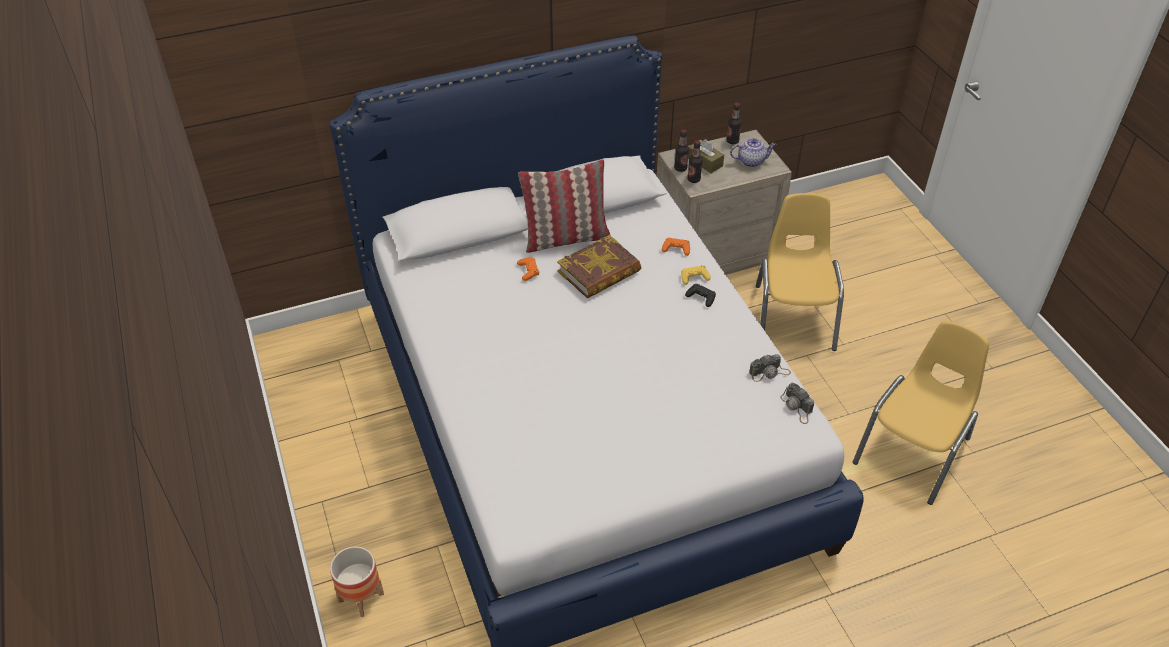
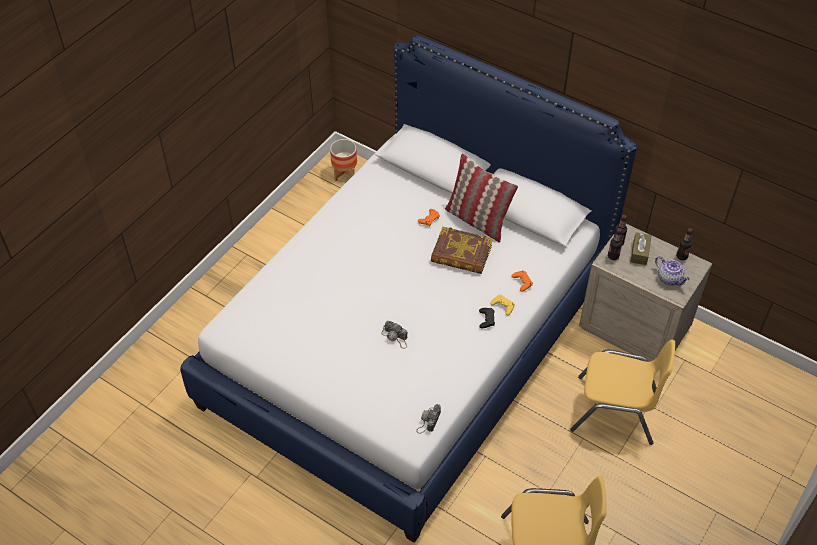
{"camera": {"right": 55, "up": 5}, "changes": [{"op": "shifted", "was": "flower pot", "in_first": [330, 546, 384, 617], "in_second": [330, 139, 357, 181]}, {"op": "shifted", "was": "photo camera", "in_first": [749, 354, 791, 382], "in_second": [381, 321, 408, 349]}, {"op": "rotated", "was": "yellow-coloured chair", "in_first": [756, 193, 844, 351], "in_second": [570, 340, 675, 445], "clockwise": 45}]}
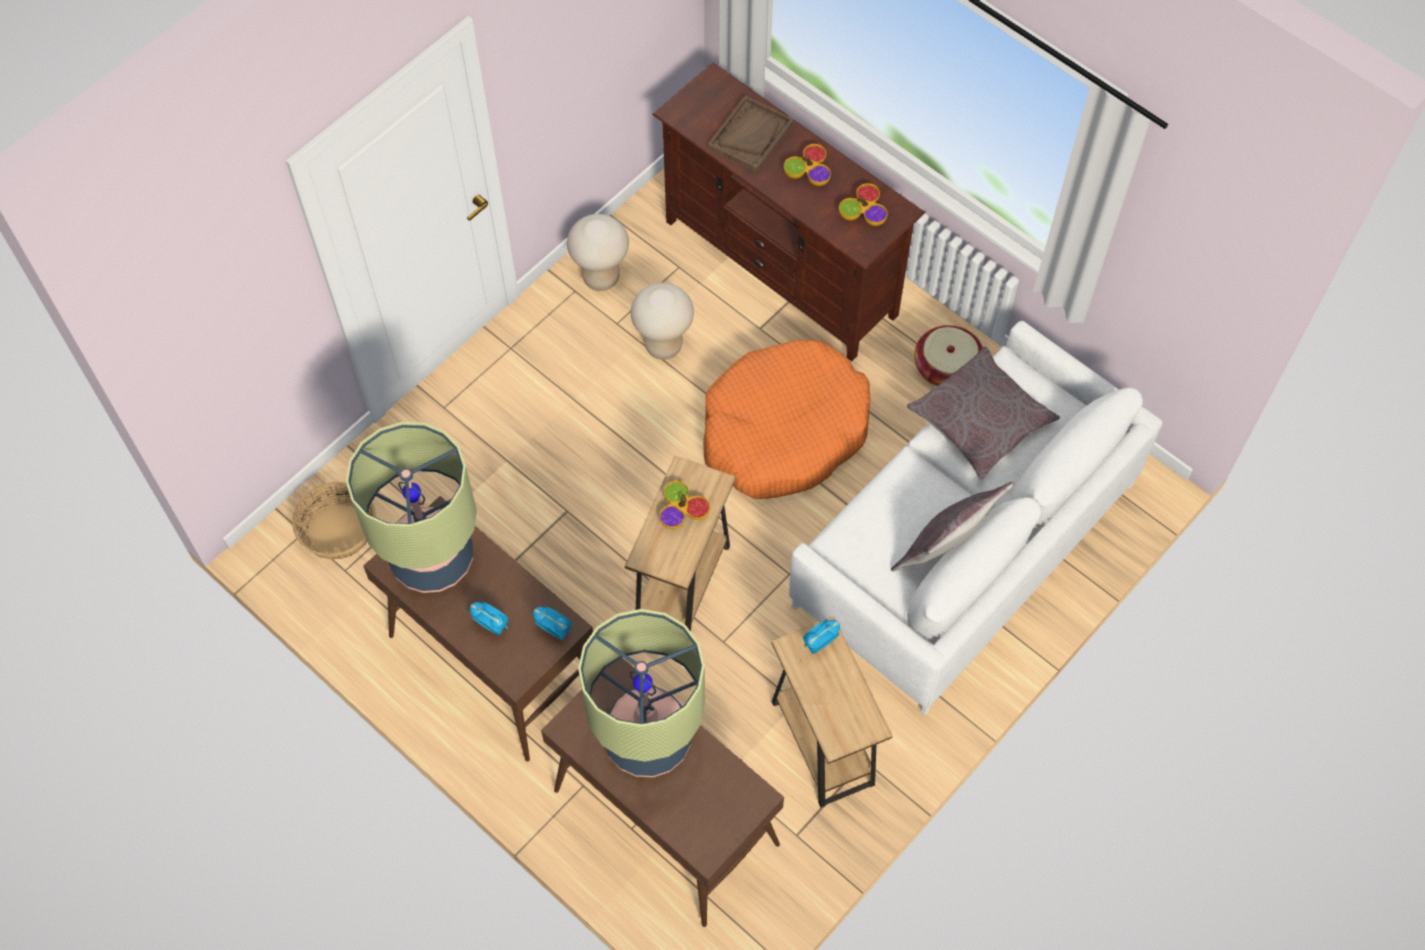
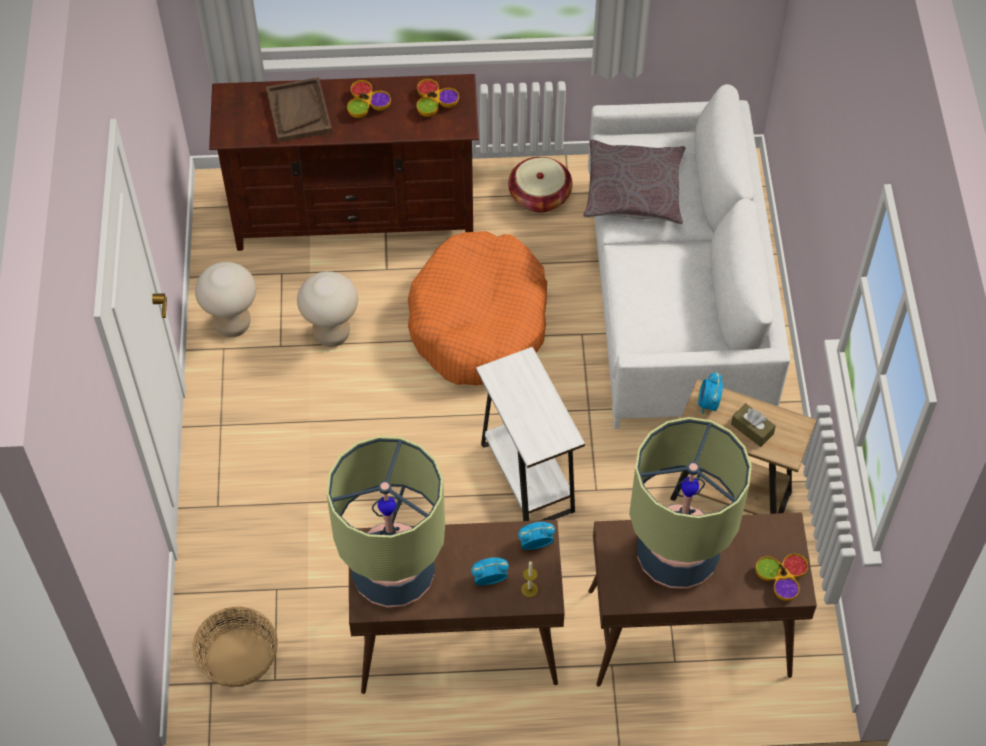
{"camera": {"right": -45, "up": -5}, "changes": [{"op": "gone", "was": "gray throw pillow", "in_first": [891, 482, 1014, 572]}, {"op": "new", "now": "wax light", "in_second": [521, 561, 538, 597]}, {"op": "new", "now": "brown-coloured tissue box", "in_second": [731, 403, 776, 447]}, {"op": "shifted", "was": "deep dish", "in_first": [660, 481, 710, 529], "in_second": [756, 554, 808, 601]}, {"op": "repainted", "was": "brown-coloured side table", "now": "white side table", "in_first": [625, 456, 736, 632], "in_second": [476, 347, 585, 521]}]}
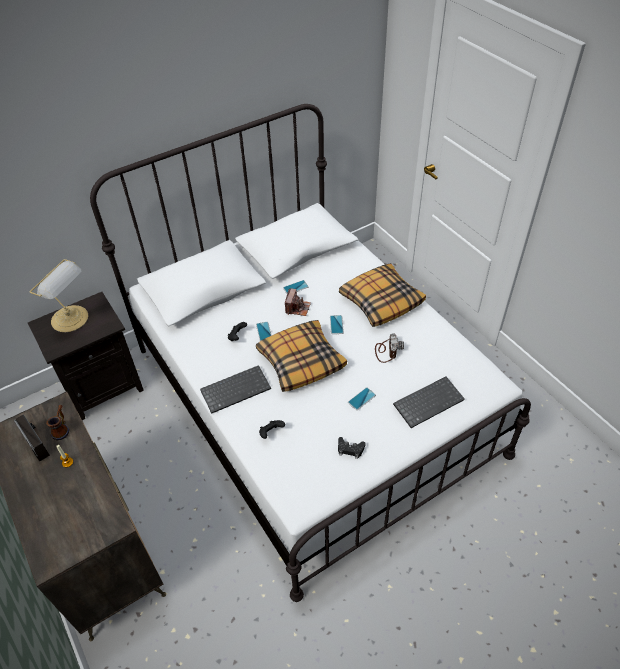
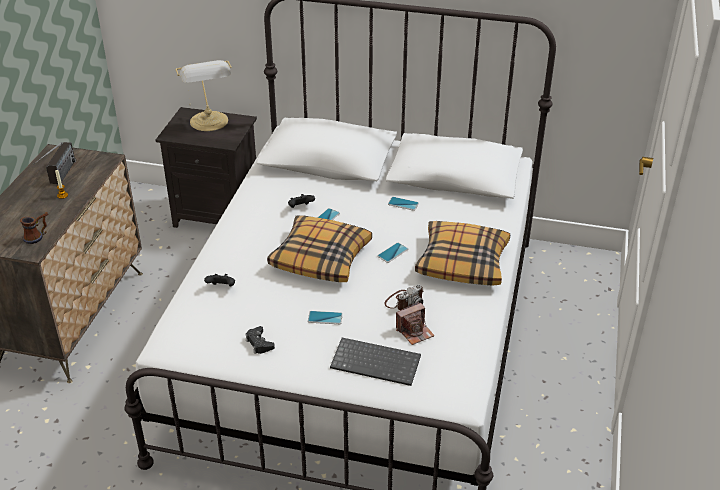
{"camera": {"right": 45, "up": -10}, "changes": [{"op": "gone", "was": "PC keyboard", "in_first": [200, 365, 271, 414]}, {"op": "shifted", "was": "tea mug", "in_first": [46, 405, 69, 440], "in_second": [20, 212, 48, 244]}, {"op": "shifted", "was": "photo camera", "in_first": [285, 288, 311, 316], "in_second": [396, 302, 435, 345]}]}
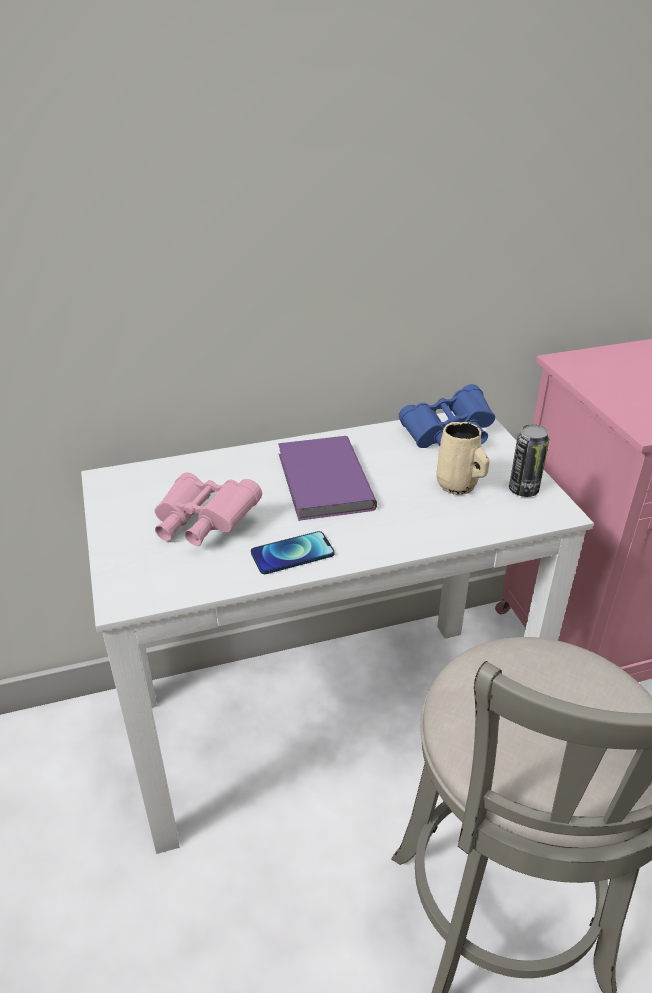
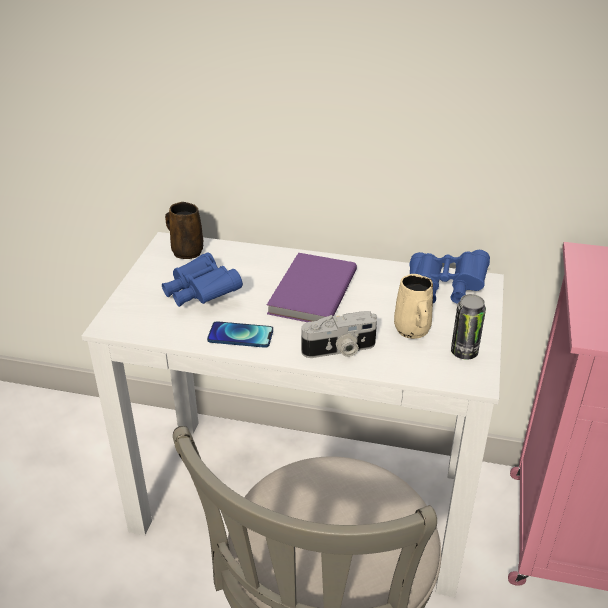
{"camera": {"right": 30, "up": 0}, "changes": [{"op": "new", "now": "brown-coloured tea mug", "in_second": [165, 202, 203, 259]}, {"op": "new", "now": "photo camera", "in_second": [301, 311, 377, 358]}, {"op": "repainted", "was": "pink binoculars", "now": "blue-coloured binoculars", "in_first": [155, 473, 262, 546], "in_second": [162, 252, 243, 307]}]}
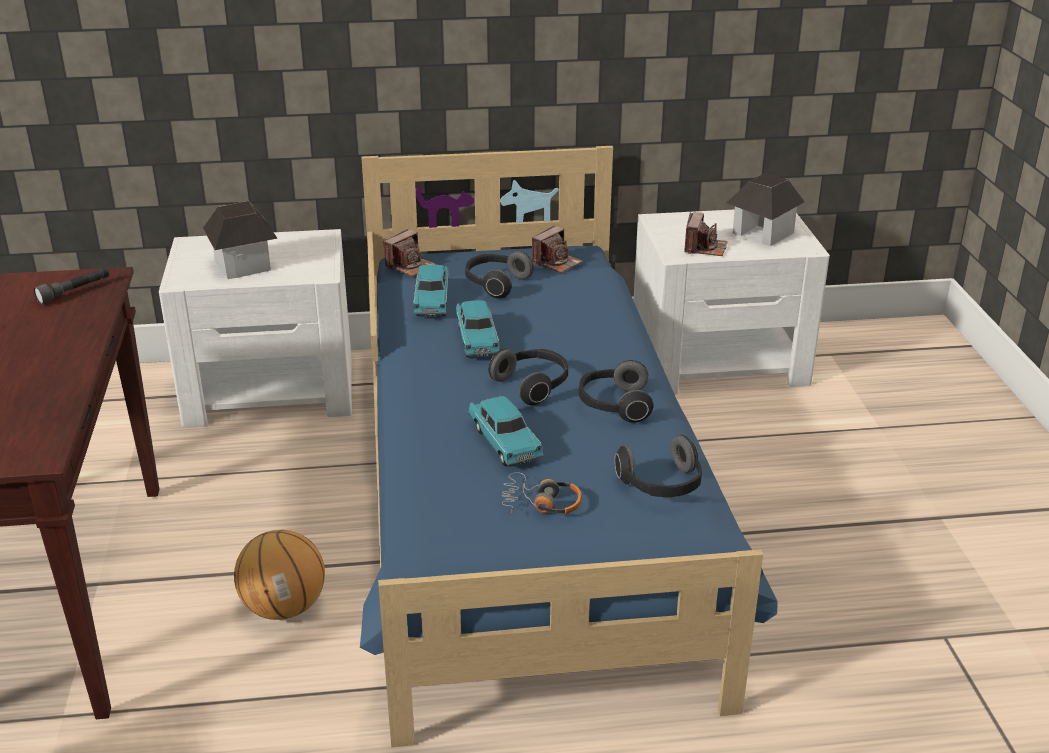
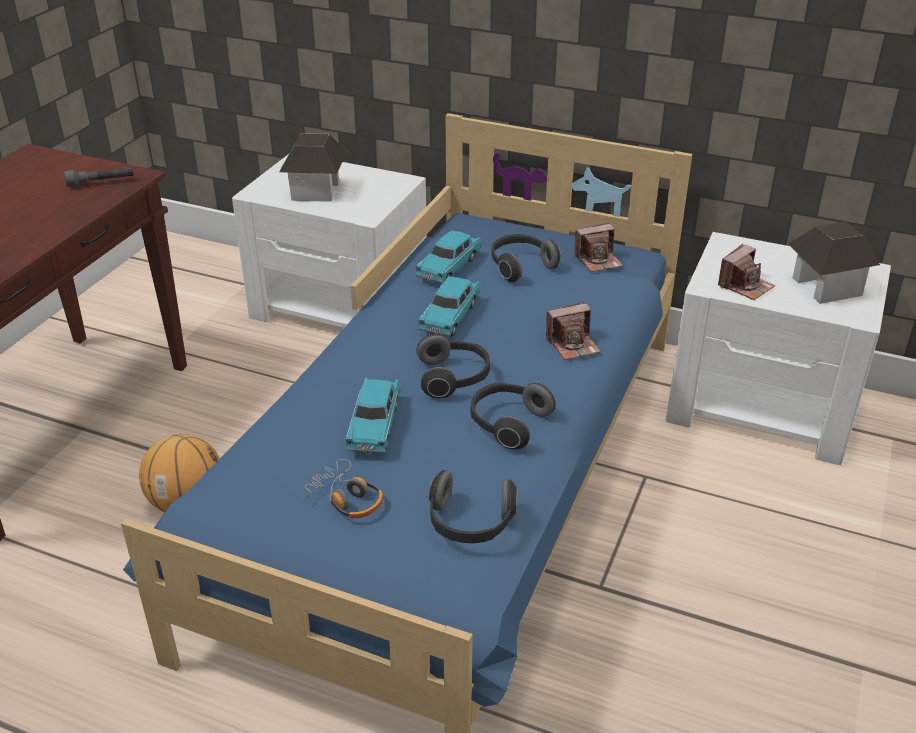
{"camera": {"right": 30, "up": 5}, "changes": [{"op": "shifted", "was": "photo camera", "in_first": [383, 229, 436, 277], "in_second": [546, 302, 601, 360]}]}
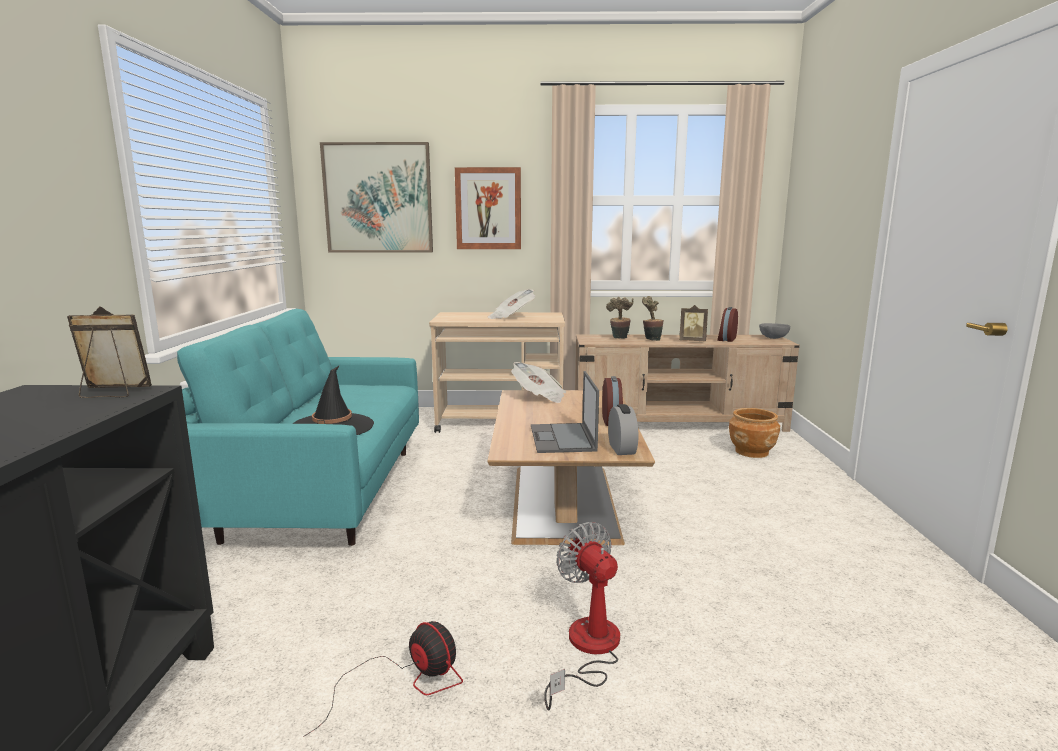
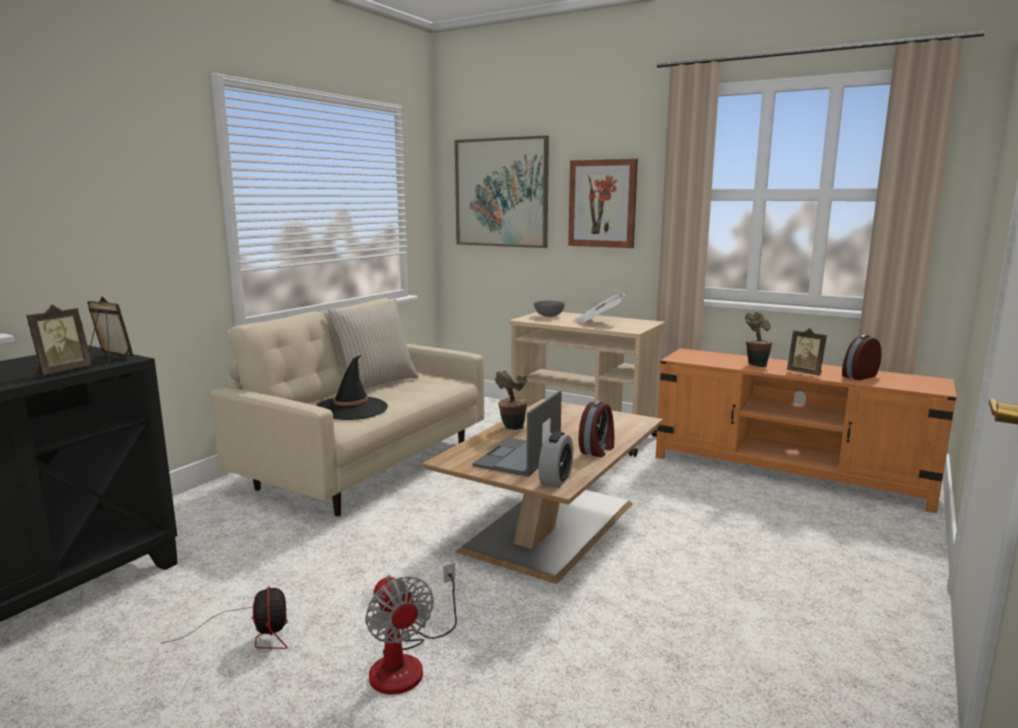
{"camera": {"right": 30, "up": 0}, "changes": [{"op": "gone", "was": "newspaper", "in_first": [511, 362, 566, 403]}, {"op": "gone", "was": "brown-coloured flower pot", "in_first": [729, 408, 780, 458]}, {"op": "new", "now": "standing frame", "in_second": [26, 305, 92, 375]}, {"op": "new", "now": "sand-coloured throw pillow", "in_second": [328, 299, 419, 390]}, {"op": "shifted", "was": "potted plant", "in_first": [606, 296, 633, 339], "in_second": [495, 370, 527, 430]}, {"op": "shifted", "was": "gray deep dish", "in_first": [759, 323, 790, 339], "in_second": [534, 301, 565, 317]}, {"op": "repainted", "was": "turquoise settee", "now": "sand-coloured settee", "in_first": [177, 309, 419, 546], "in_second": [211, 298, 484, 516]}, {"op": "repainted", "was": "sand-coloured media console", "now": "orange media console", "in_first": [575, 334, 800, 432], "in_second": [656, 348, 957, 513]}, {"op": "rotated", "was": "fan", "in_first": [544, 522, 620, 711], "in_second": [365, 563, 457, 695], "clockwise": 150}]}
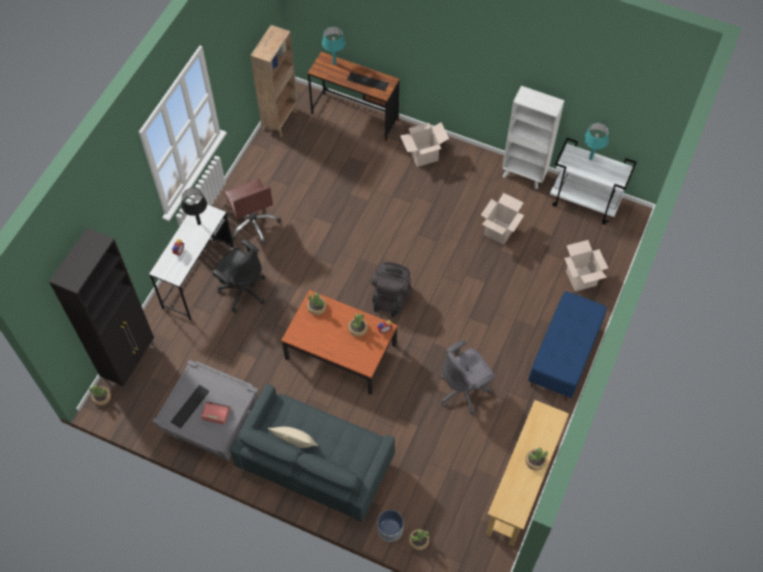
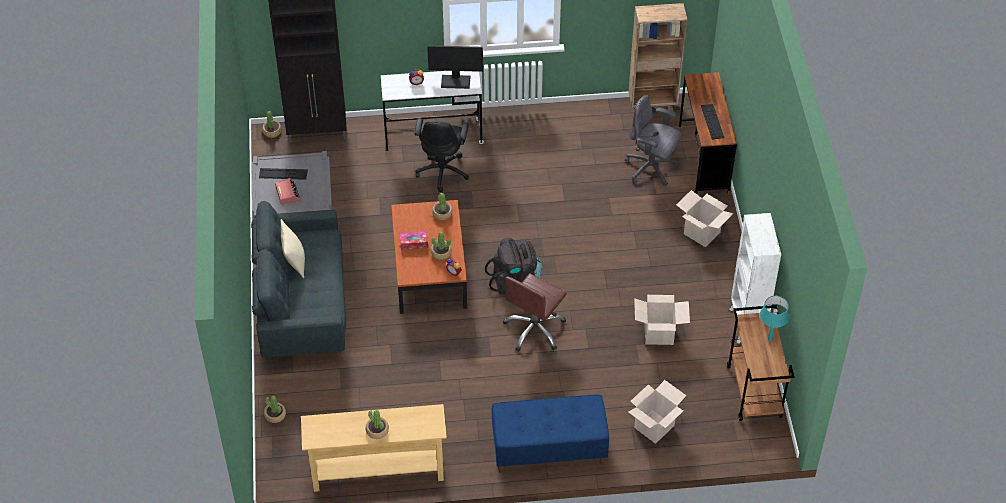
{"camera": {"right": 60, "up": -10}, "changes": [{"op": "gone", "was": "turquoise lamp for a table", "in_first": [322, 26, 345, 65]}, {"op": "gone", "was": "flower pot", "in_first": [377, 510, 404, 542]}, {"op": "new", "now": "tissue box", "in_second": [400, 231, 428, 250]}, {"op": "shifted", "was": "brown-coloured desk chair", "in_first": [224, 179, 281, 245], "in_second": [503, 273, 567, 351]}, {"op": "shifted", "was": "gray desk chair", "in_first": [440, 340, 495, 415], "in_second": [625, 95, 681, 186]}, {"op": "swapped", "was": "black lamp for a table", "now": "computer display", "in_first": [182, 188, 207, 225], "in_second": [427, 45, 483, 89]}, {"op": "repainted", "was": "white cart", "now": "brown-coloured cart", "in_first": [550, 138, 637, 225], "in_second": [727, 305, 794, 421]}]}
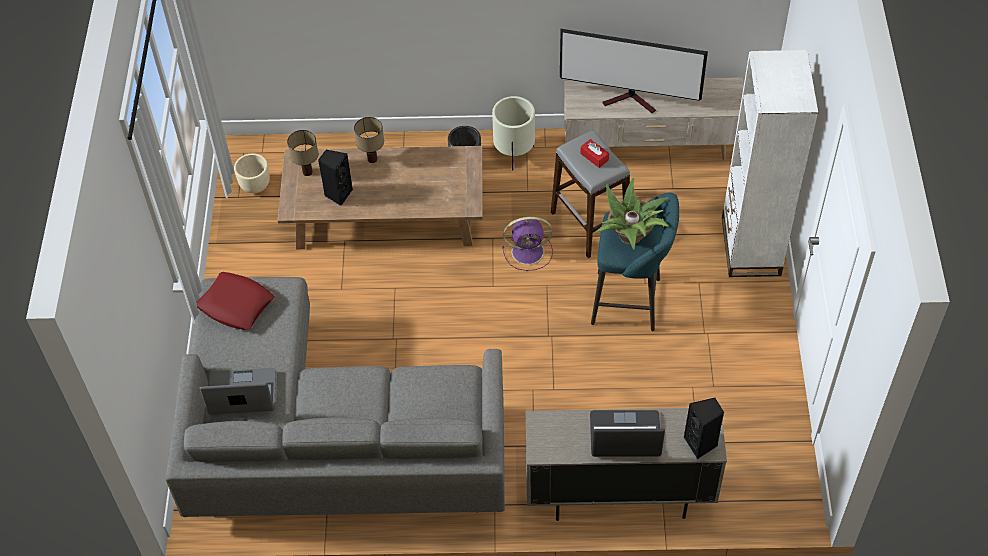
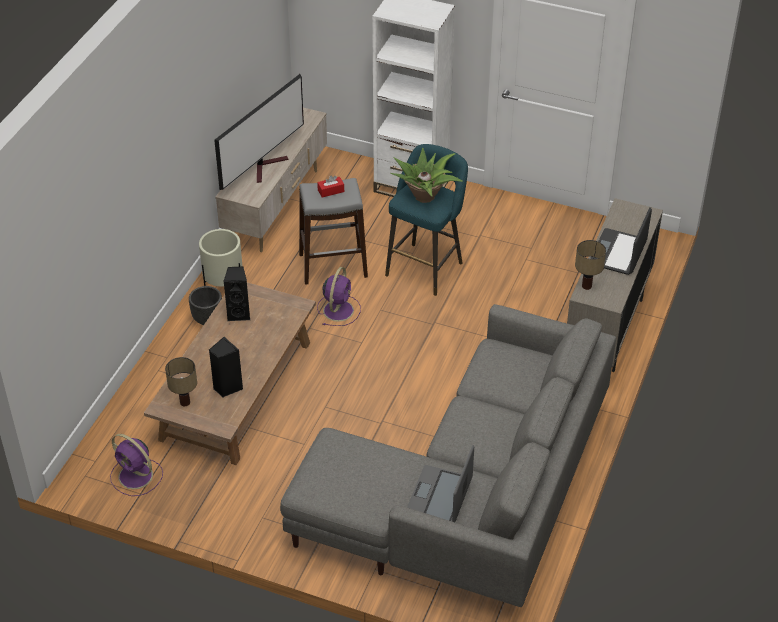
{"camera": {"right": -70, "up": -10}, "changes": [{"op": "gone", "was": "red-coloured throw pillow", "in_first": [196, 272, 275, 330]}, {"op": "shifted", "was": "lamp for a table", "in_first": [354, 117, 384, 163], "in_second": [575, 240, 606, 290]}, {"op": "shifted", "was": "black loudspeaker", "in_first": [684, 398, 724, 459], "in_second": [223, 266, 250, 321]}, {"op": "swapped", "was": "sand-coloured flower pot", "now": "purple-coloured fan", "in_first": [234, 153, 270, 193], "in_second": [110, 434, 163, 496]}]}
